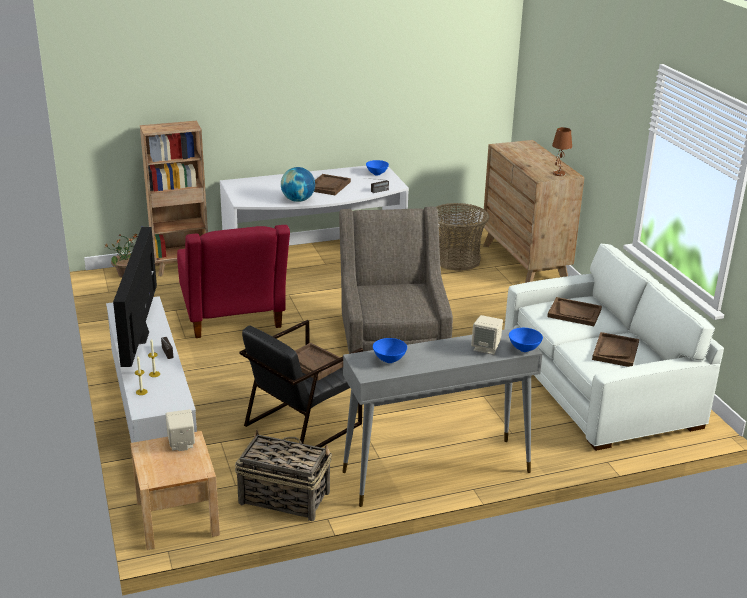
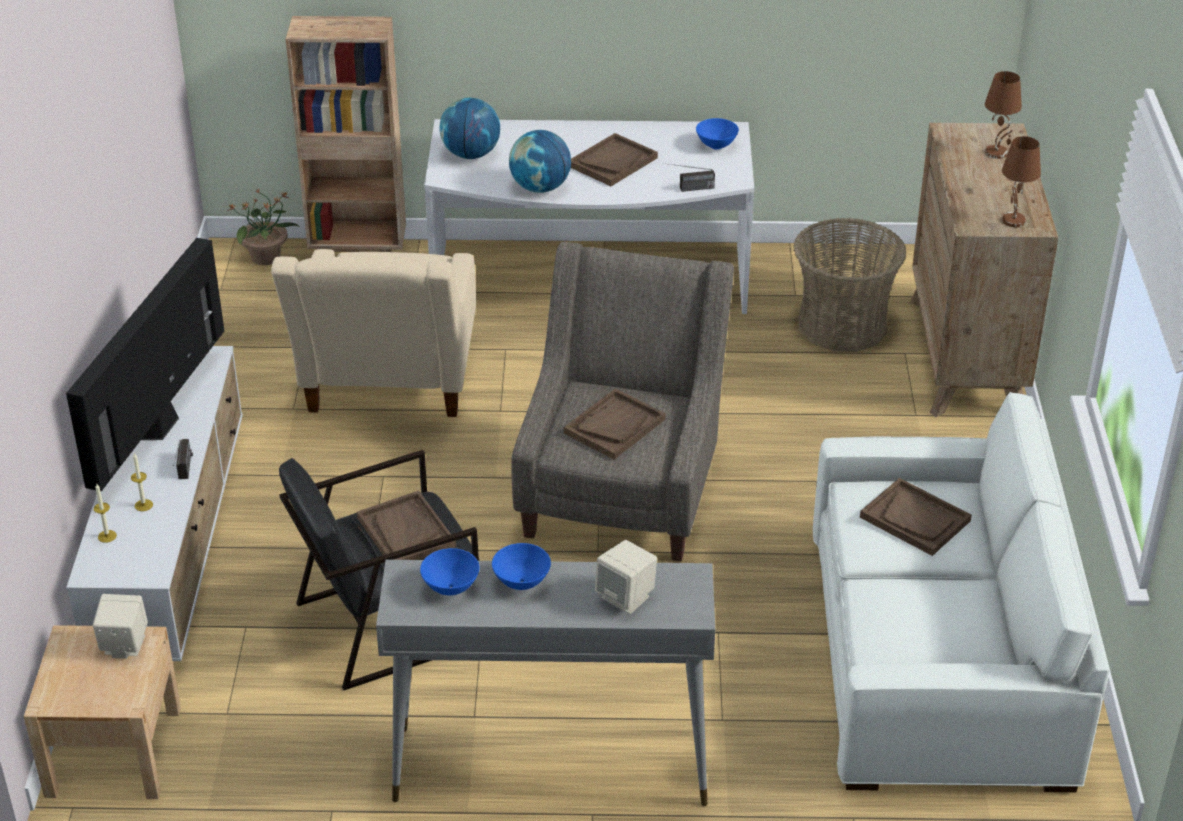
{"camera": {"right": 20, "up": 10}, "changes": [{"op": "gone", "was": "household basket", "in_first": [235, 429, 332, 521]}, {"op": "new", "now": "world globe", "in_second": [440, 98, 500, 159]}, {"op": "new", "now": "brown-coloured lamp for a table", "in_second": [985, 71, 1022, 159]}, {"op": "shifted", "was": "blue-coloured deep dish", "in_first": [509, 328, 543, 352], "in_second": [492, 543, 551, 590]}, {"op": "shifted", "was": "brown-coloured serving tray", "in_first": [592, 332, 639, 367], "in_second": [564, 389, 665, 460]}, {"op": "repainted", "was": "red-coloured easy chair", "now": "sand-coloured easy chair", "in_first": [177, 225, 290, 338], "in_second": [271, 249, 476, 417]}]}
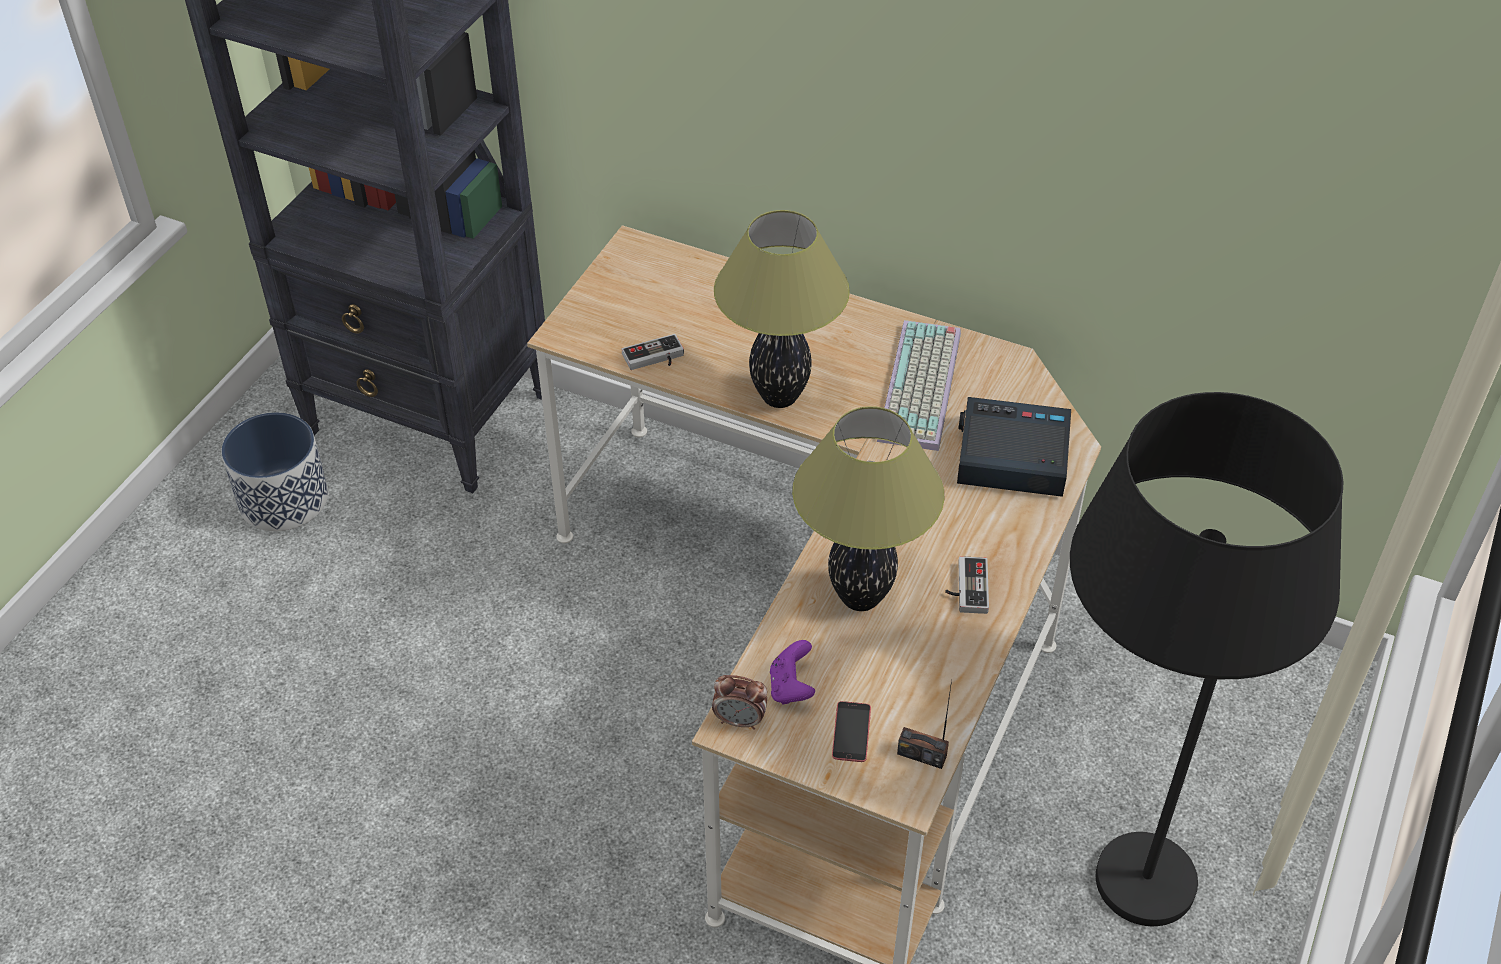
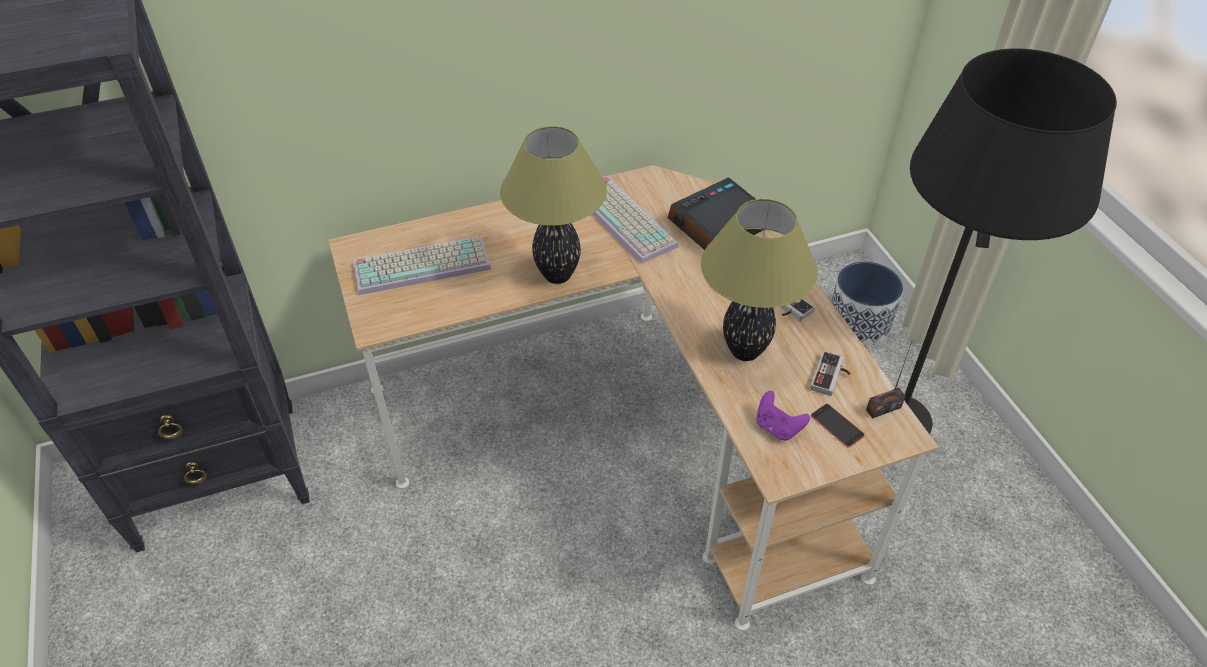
{"camera": {"right": -45, "up": 0}, "changes": [{"op": "gone", "was": "alarm clock", "in_first": [712, 675, 767, 730]}, {"op": "new", "now": "PC keyboard", "in_second": [353, 236, 491, 295]}, {"op": "shifted", "was": "flower pot", "in_first": [221, 412, 328, 531], "in_second": [831, 262, 903, 345]}, {"op": "shifted", "was": "gamepad", "in_first": [622, 334, 684, 370], "in_second": [810, 351, 851, 396]}]}
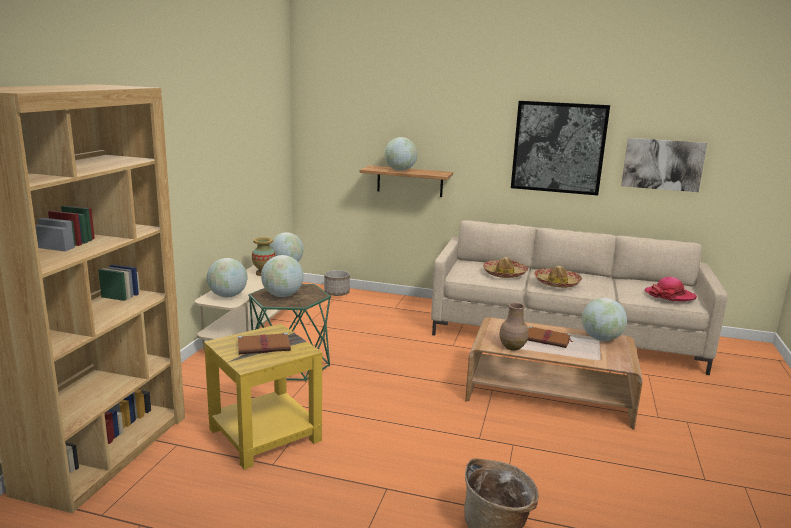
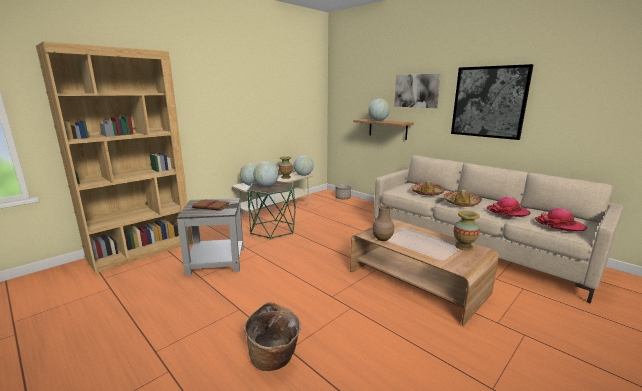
{"camera": {"right": 30, "up": 0}, "changes": [{"op": "gone", "was": "brown-coloured book", "in_first": [528, 326, 572, 348]}, {"op": "new", "now": "wearable hat", "in_second": [486, 197, 531, 217]}, {"op": "shifted", "was": "picture", "in_first": [621, 138, 707, 192], "in_second": [394, 74, 441, 108]}, {"op": "swapped", "was": "world globe", "now": "vase", "in_first": [582, 298, 627, 341], "in_second": [454, 211, 480, 251]}, {"op": "repainted", "was": "yellow-coloured side table", "now": "gray side table", "in_first": [204, 324, 322, 470], "in_second": [177, 198, 244, 276]}]}
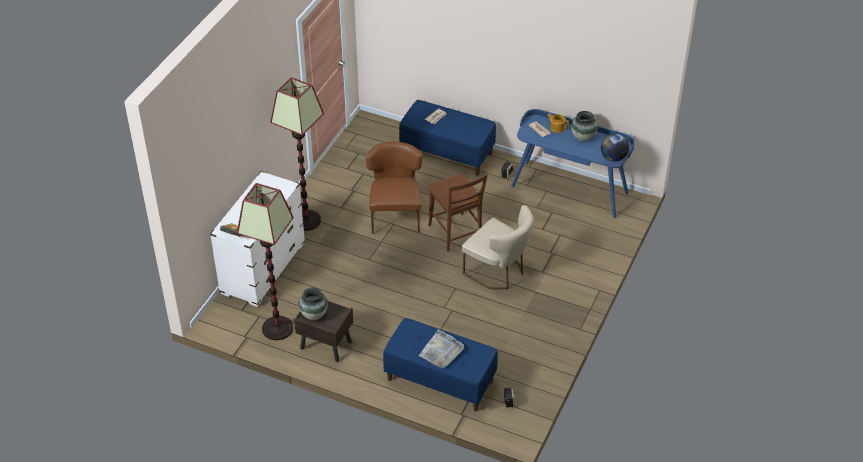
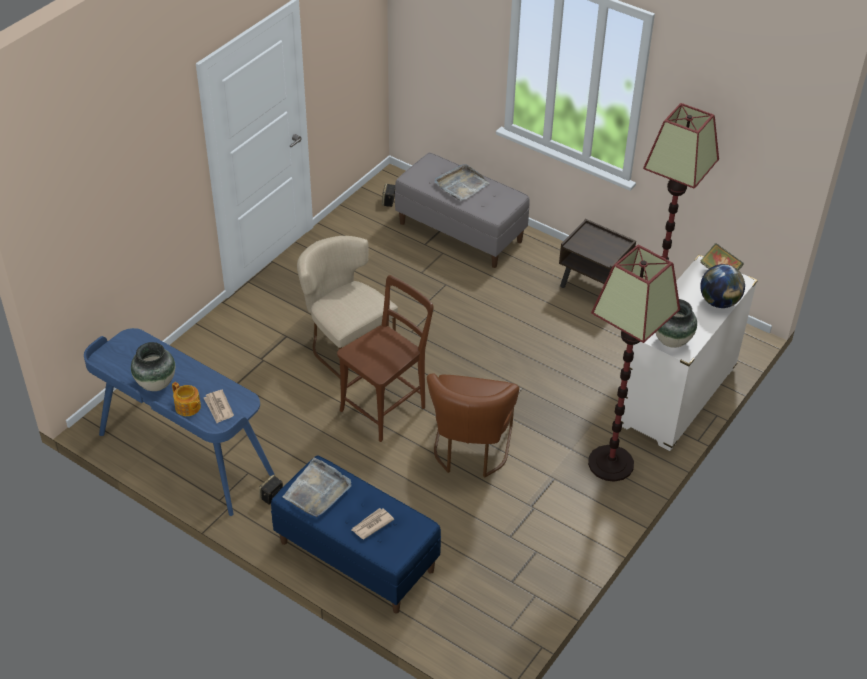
{"camera": {"right": -170, "up": 0}, "changes": [{"op": "new", "now": "gray serving tray", "in_second": [283, 458, 352, 517]}, {"op": "shifted", "was": "vase", "in_first": [298, 287, 328, 320], "in_second": [655, 299, 697, 348]}, {"op": "shifted", "was": "world globe", "in_first": [601, 133, 629, 162], "in_second": [700, 264, 745, 308]}, {"op": "repainted", "was": "blue-coloured indoor bench", "now": "gray indoor bench", "in_first": [383, 318, 498, 412], "in_second": [395, 153, 530, 268]}, {"op": "rotated", "was": "brown-coloured chair", "in_first": [428, 174, 488, 252], "in_second": [337, 275, 434, 442], "clockwise": 60}]}
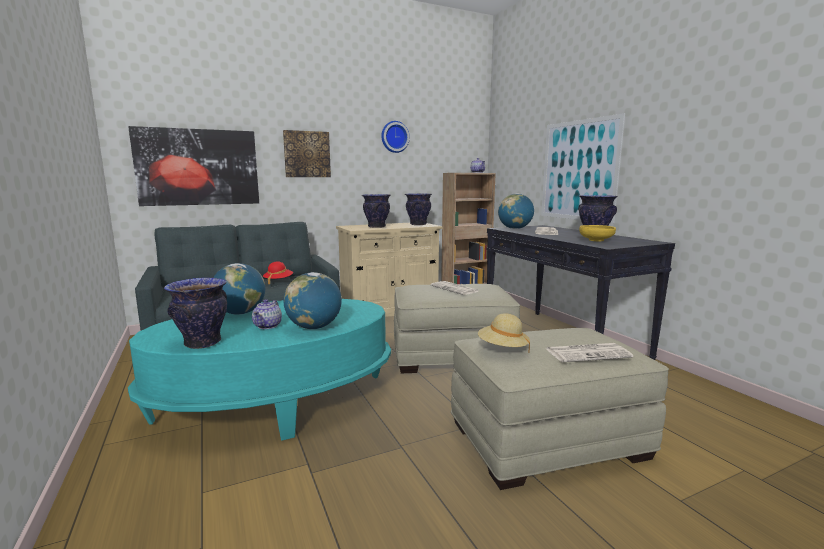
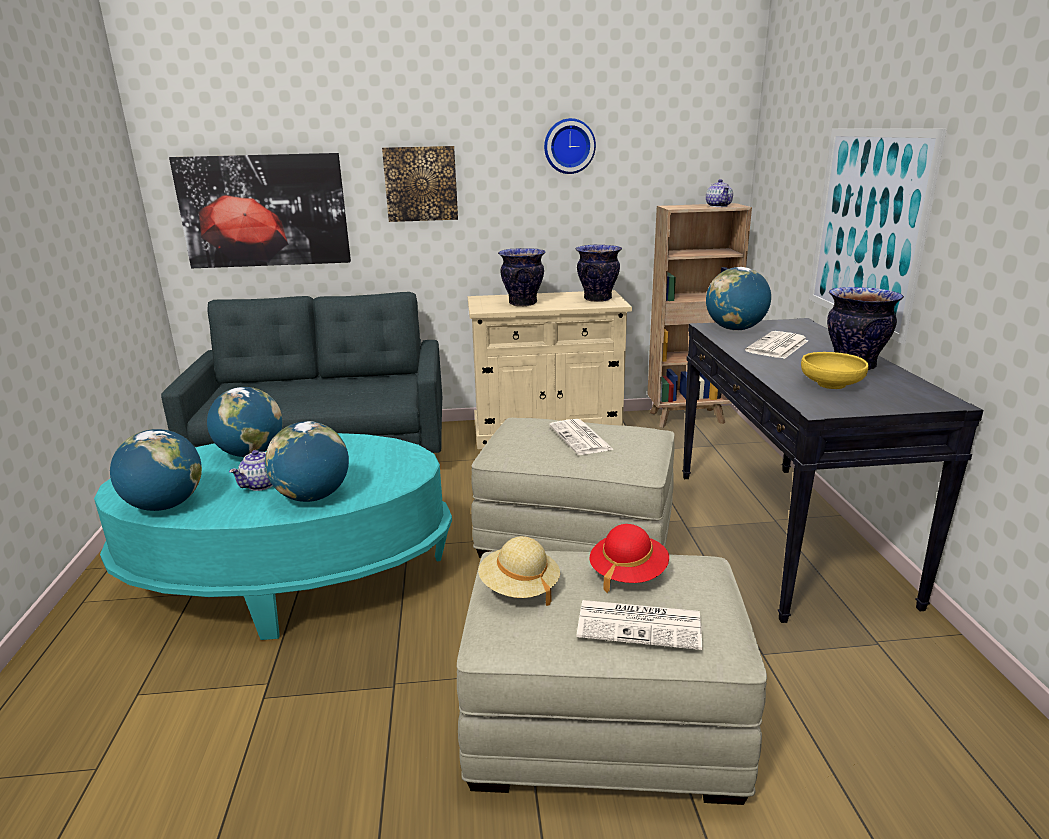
{"camera": {"right": 20, "up": 10}, "changes": [{"op": "shifted", "was": "red-coloured wearable hat", "in_first": [263, 261, 293, 285], "in_second": [589, 524, 669, 593]}, {"op": "swapped", "was": "vase", "now": "world globe", "in_first": [164, 278, 227, 349], "in_second": [110, 429, 202, 511]}]}
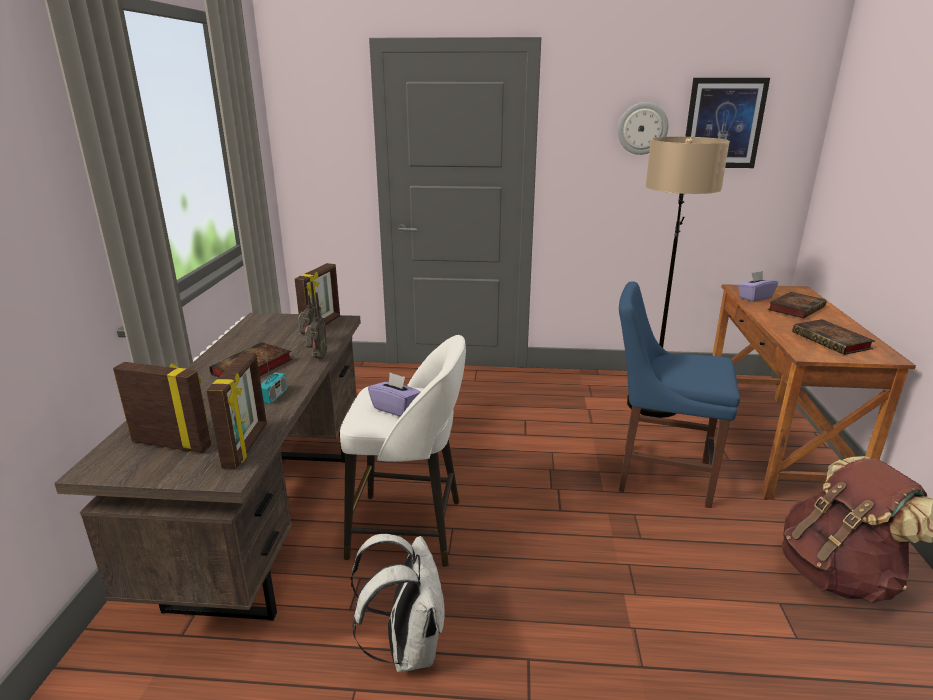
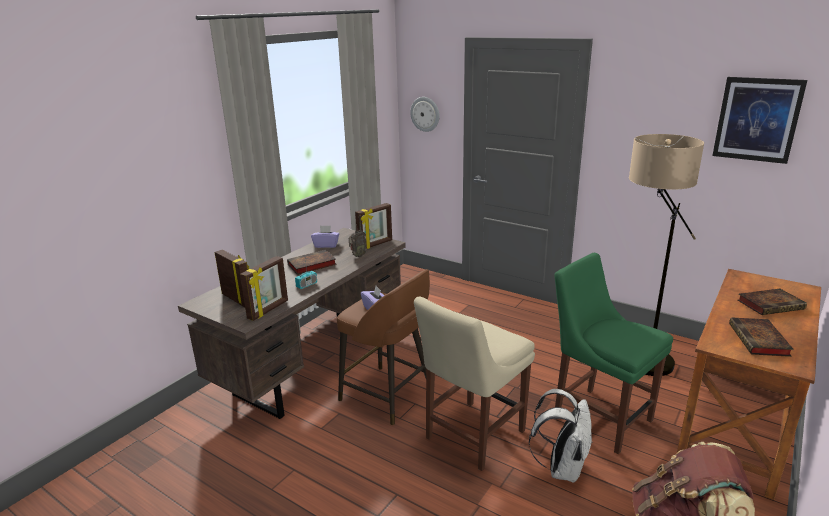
{"camera": {"right": 30, "up": 0}, "changes": [{"op": "gone", "was": "radio receiver", "in_first": [305, 292, 327, 359]}, {"op": "new", "now": "sand-coloured chair", "in_second": [414, 296, 535, 471]}, {"op": "shifted", "was": "white rucksack", "in_first": [350, 534, 444, 672], "in_second": [529, 389, 592, 483]}, {"op": "shifted", "was": "wall clock", "in_first": [618, 102, 669, 155], "in_second": [410, 97, 440, 132]}, {"op": "shifted", "was": "purple-coloured tissue box", "in_first": [738, 271, 778, 302], "in_second": [311, 226, 339, 248]}, {"op": "repainted", "was": "white stool", "now": "brown-coloured stool", "in_first": [340, 335, 466, 567], "in_second": [337, 269, 430, 425]}, {"op": "repainted", "was": "blue-coloured chair", "now": "green chair", "in_first": [619, 281, 740, 508], "in_second": [554, 253, 673, 454]}]}
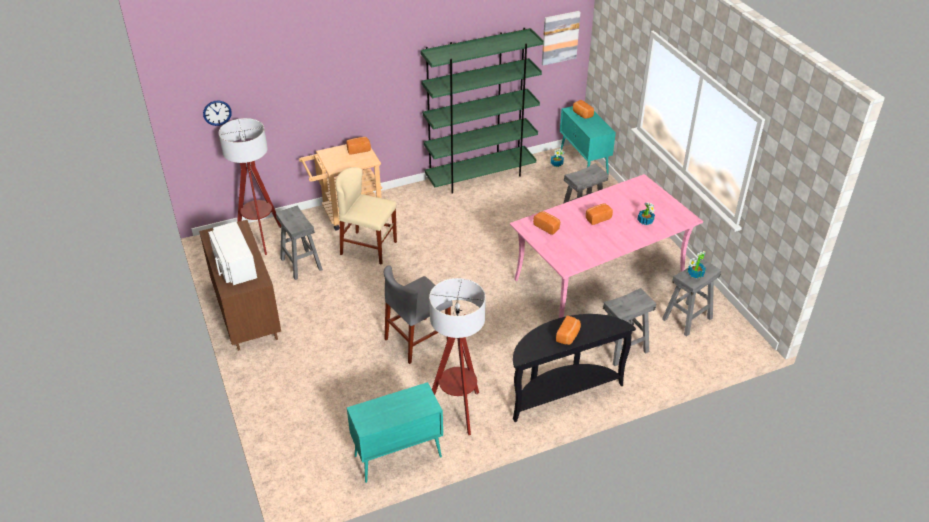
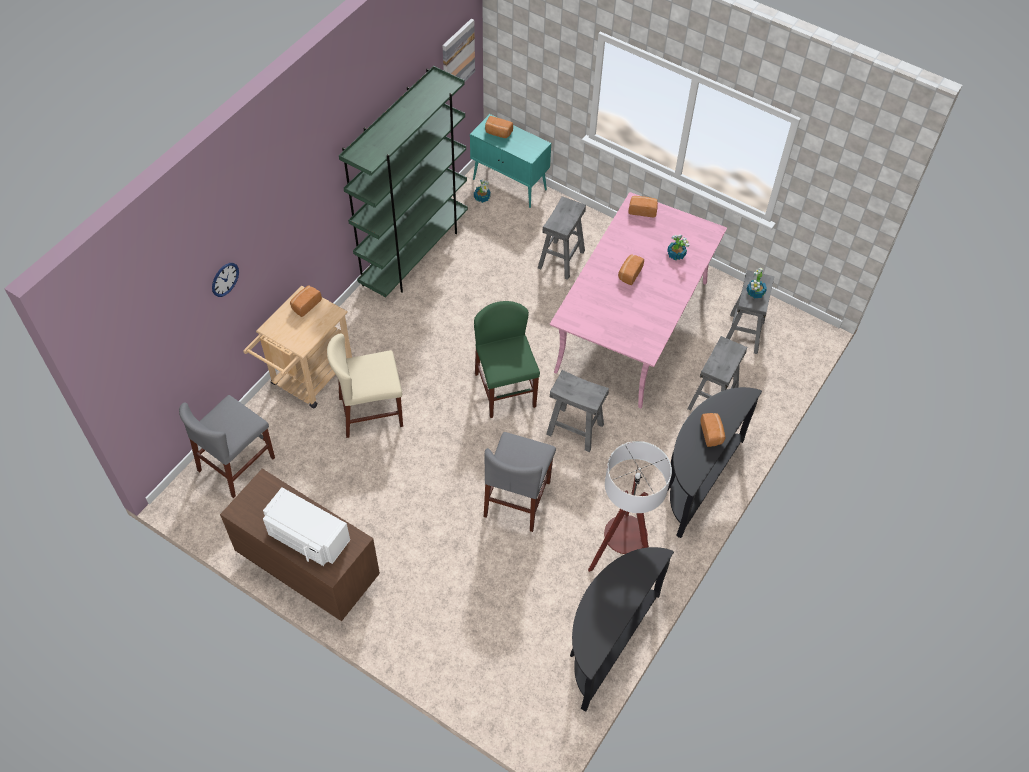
{"camera": {"right": -35, "up": 15}, "changes": [{"op": "new", "now": "green chair", "in_second": [474, 301, 540, 418]}, {"op": "shifted", "was": "wall clock", "in_first": [203, 101, 232, 126], "in_second": [212, 263, 239, 297]}, {"op": "shifted", "was": "gray stool", "in_first": [276, 205, 323, 280], "in_second": [546, 370, 609, 452]}, {"op": "shifted", "was": "bread", "in_first": [533, 211, 560, 235], "in_second": [629, 196, 658, 217]}, {"op": "swapped", "was": "standing lamp", "now": "gray chair", "in_first": [219, 118, 281, 255], "in_second": [179, 395, 275, 498]}, {"op": "swapped", "was": "turquoise storage cabinet", "now": "black narrow table", "in_first": [347, 382, 443, 483], "in_second": [570, 547, 674, 712]}]}
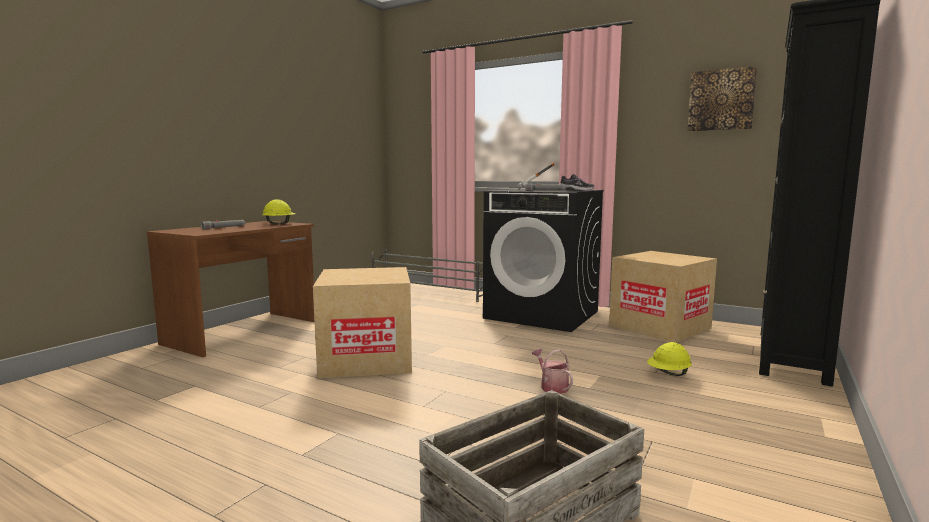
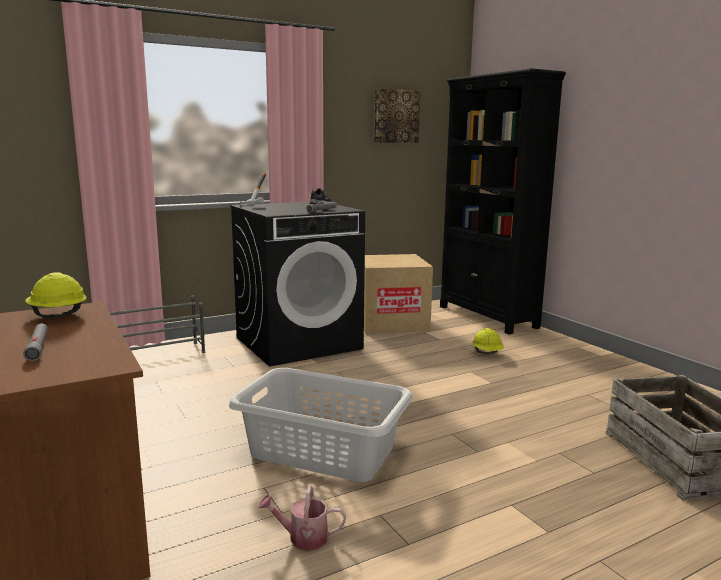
{"camera": {"right": -60, "up": 5}, "changes": [{"op": "shifted", "was": "sprinkling can", "in_first": [532, 349, 573, 394], "in_second": [258, 486, 346, 551]}, {"op": "swapped", "was": "packing box", "now": "gray hamper", "in_first": [313, 267, 412, 379], "in_second": [229, 368, 413, 482]}]}
